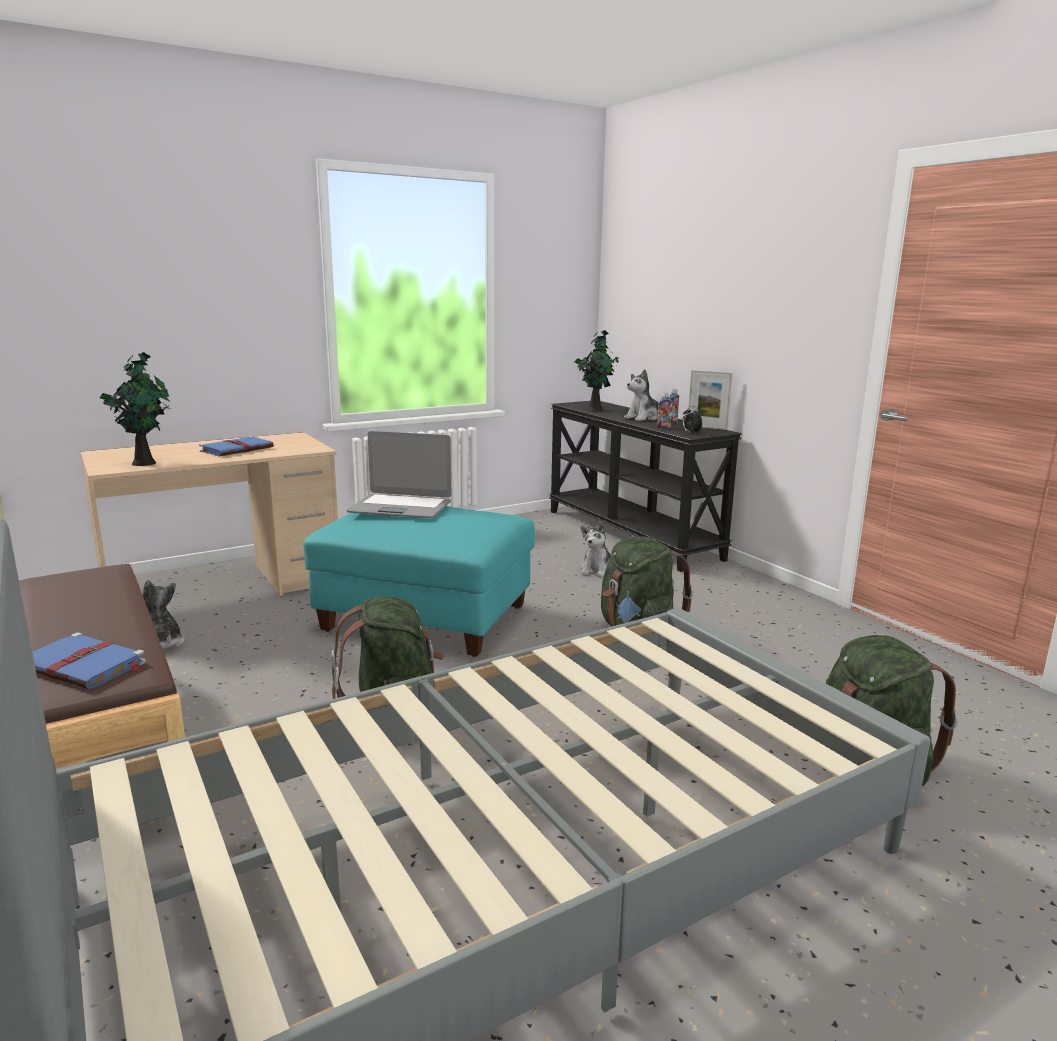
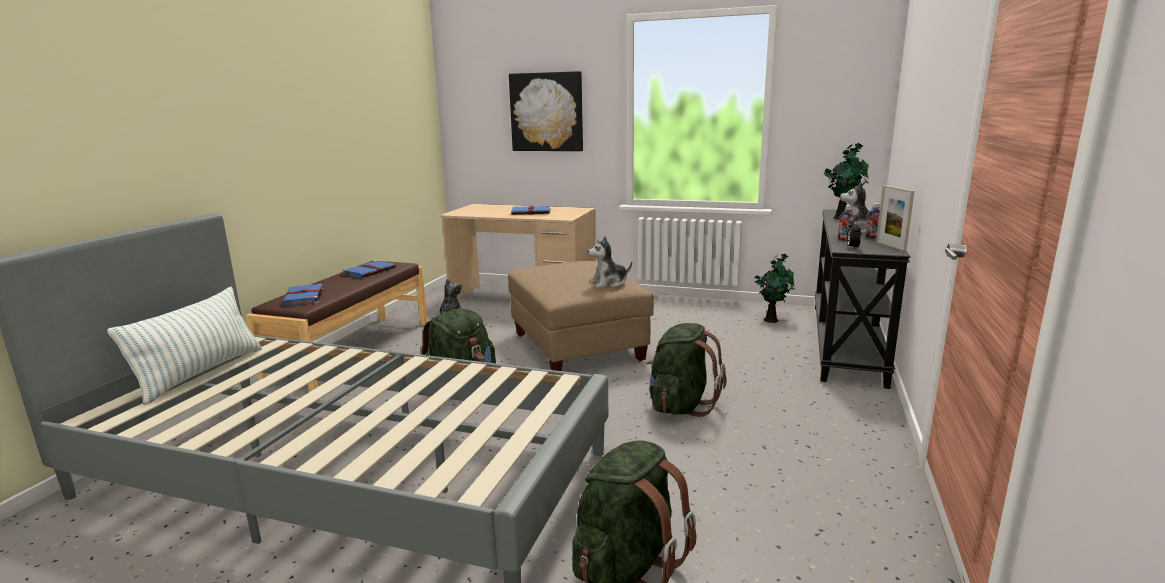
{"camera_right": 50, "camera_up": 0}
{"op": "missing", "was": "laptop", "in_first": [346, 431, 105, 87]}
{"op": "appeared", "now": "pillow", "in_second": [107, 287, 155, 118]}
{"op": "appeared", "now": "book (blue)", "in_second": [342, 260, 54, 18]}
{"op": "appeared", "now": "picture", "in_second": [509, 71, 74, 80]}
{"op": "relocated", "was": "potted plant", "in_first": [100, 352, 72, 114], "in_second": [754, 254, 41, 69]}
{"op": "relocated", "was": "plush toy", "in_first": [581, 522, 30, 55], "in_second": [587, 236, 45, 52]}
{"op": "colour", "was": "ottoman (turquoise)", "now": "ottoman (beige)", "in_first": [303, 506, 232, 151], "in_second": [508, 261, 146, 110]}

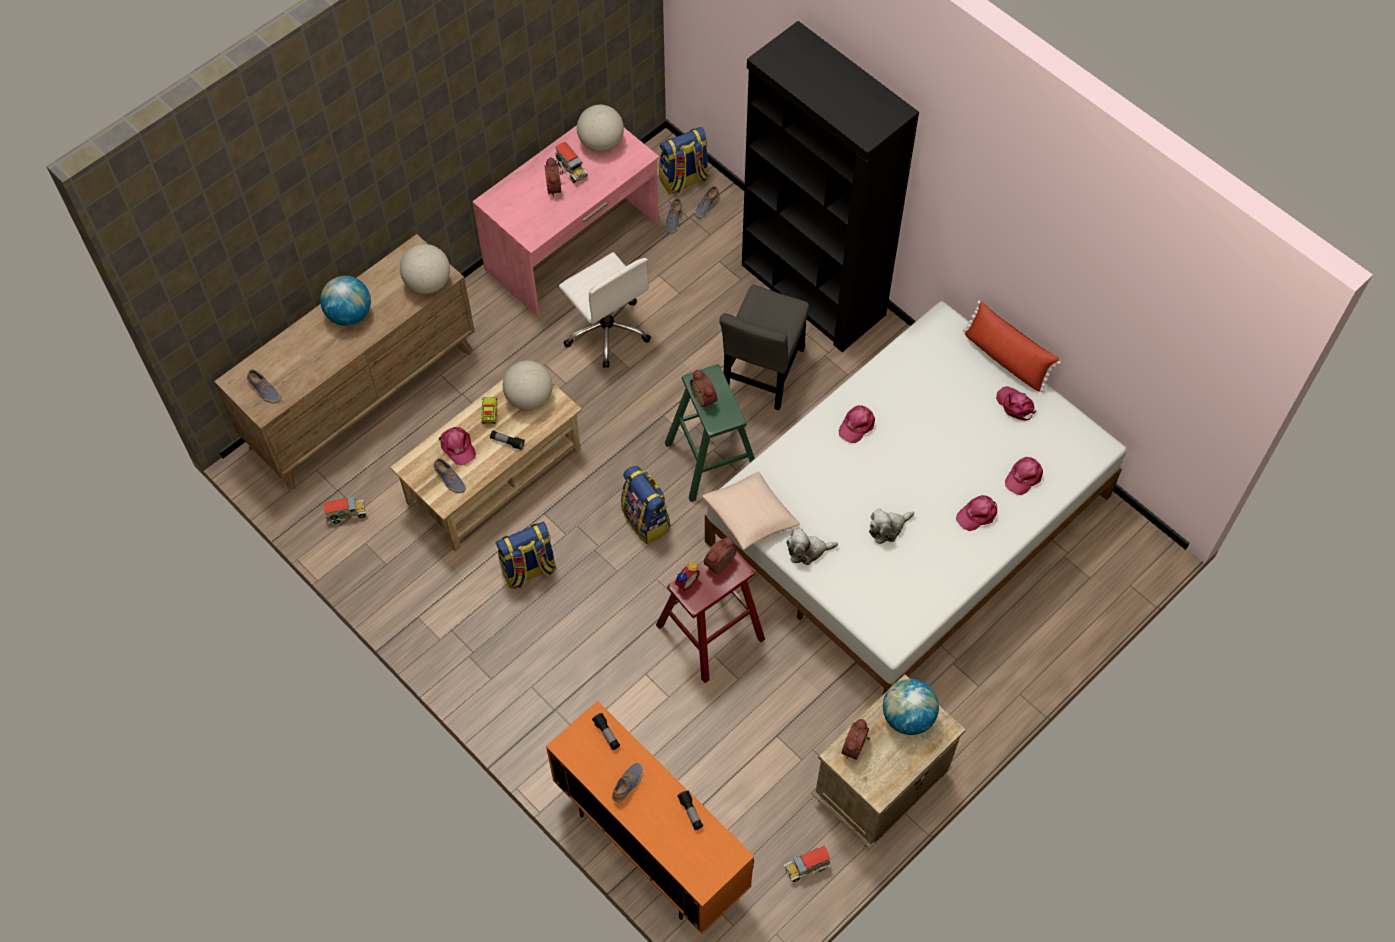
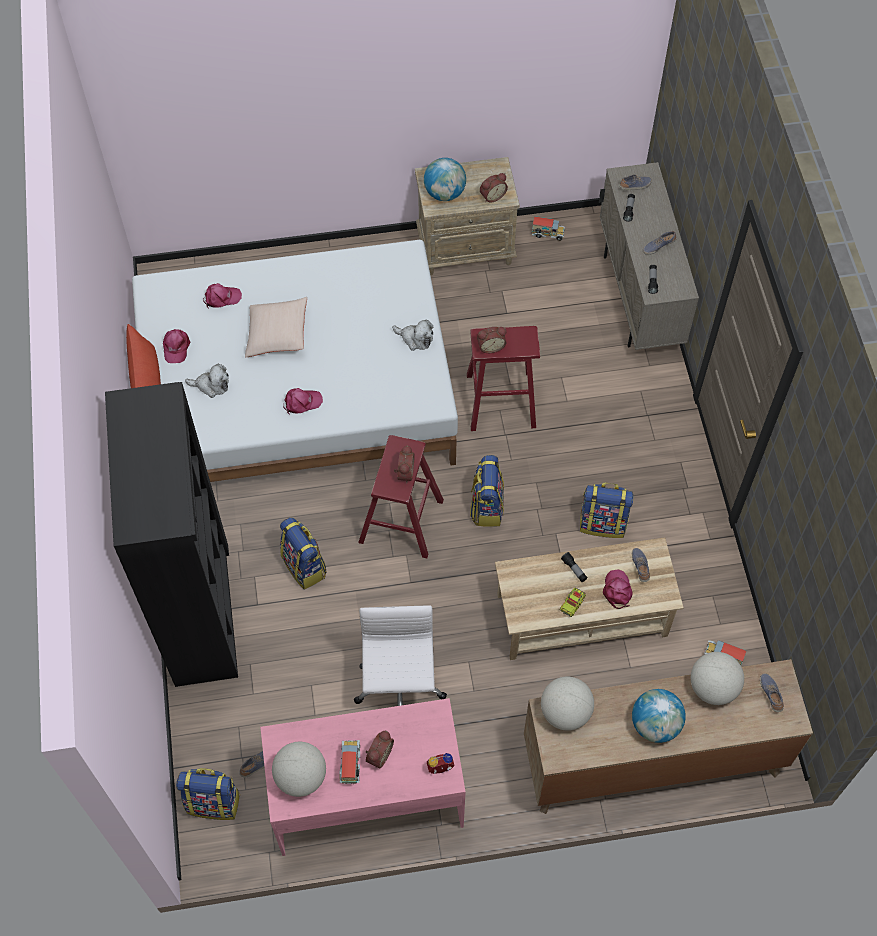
{"camera_right": -145, "camera_up": 0}
{"op": "missing", "was": "cap (pink)", "in_first": [956, 495, 41, 36]}
{"op": "relocated", "was": "globe", "in_first": [503, 360, 50, 50], "in_second": [691, 652, 53, 53]}
{"op": "relocated", "was": "alarm clock", "in_first": [674, 562, 26, 29], "in_second": [427, 753, 28, 21]}
{"op": "relocated", "was": "shoe", "in_first": [695, 186, 24, 33], "in_second": [619, 175, 33, 15]}
{"op": "relocated", "was": "pillow (beige)", "in_first": [702, 472, 98, 78], "in_second": [245, 297, 62, 60]}
{"op": "relocated", "was": "plush toy", "in_first": [869, 509, 45, 35], "in_second": [185, 364, 44, 34]}
{"op": "exchanged", "was": "chair (grey)", "now": "backpack", "in_first": [719, 285, 90, 125], "in_second": [280, 518, 46, 72]}
{"op": "colour", "was": "cabinet (orange)", "now": "cabinet (beige)", "in_first": [546, 701, 208, 233], "in_second": [599, 162, 100, 188]}
{"op": "colour", "was": "stool (green)", "now": "stool (red)", "in_first": [665, 364, 90, 138], "in_second": [358, 435, 86, 123]}

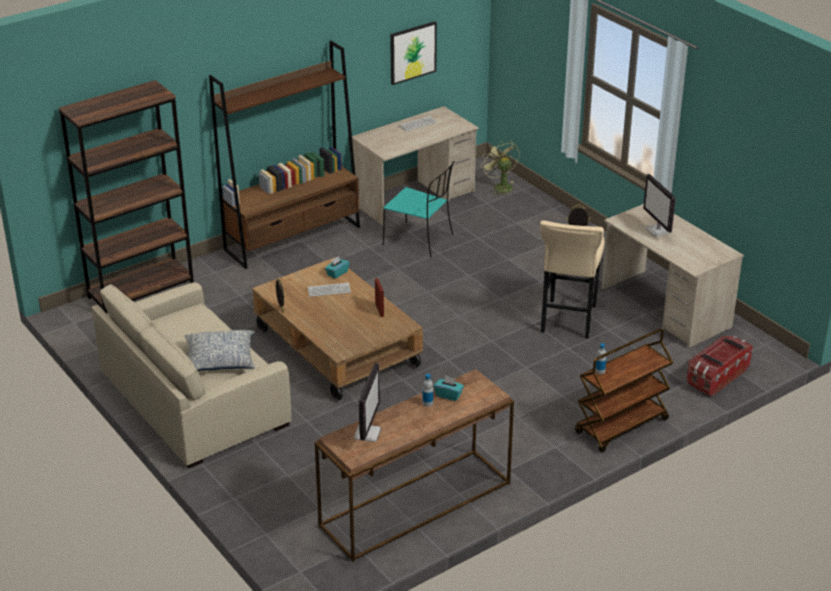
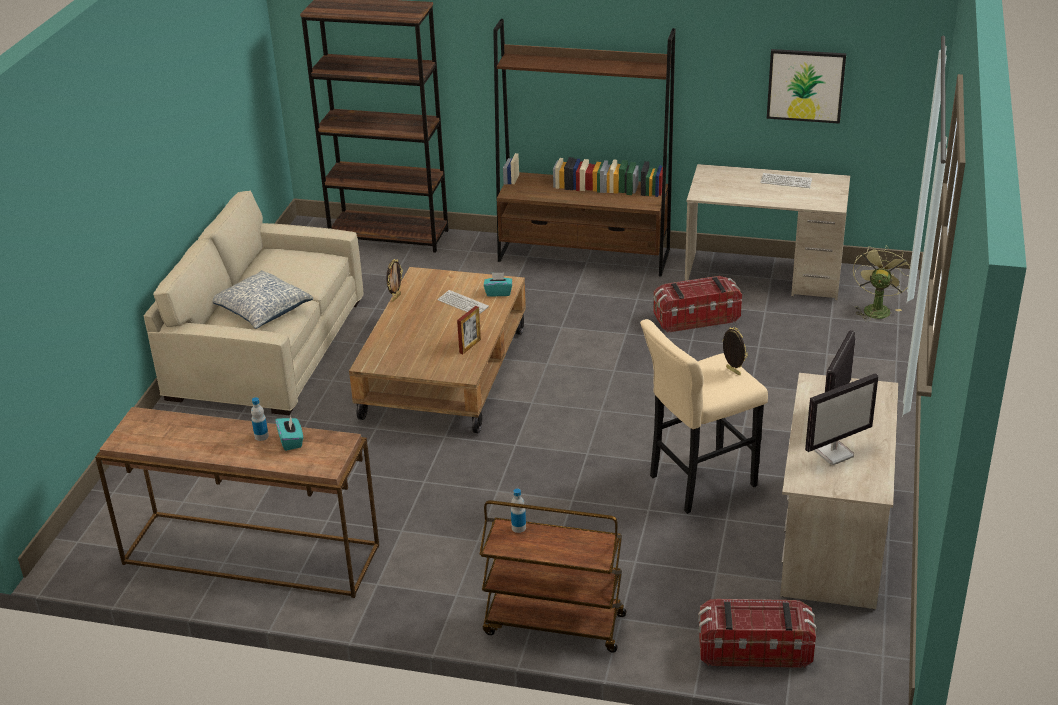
{"camera_right": 50, "camera_up": 0}
{"op": "relocated", "was": "monitor", "in_first": [354, 363, 27, 79], "in_second": [805, 373, 74, 92]}
{"op": "exchanged", "was": "chair (turquoise)", "now": "storage box", "in_first": [383, 161, 72, 96], "in_second": [653, 276, 89, 57]}

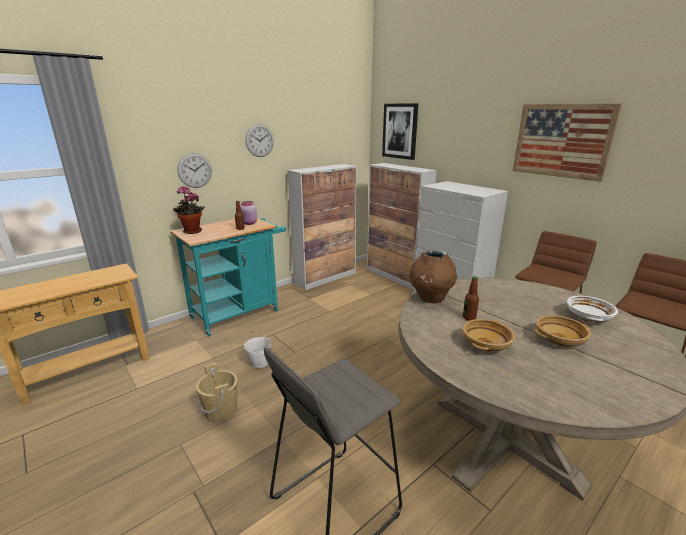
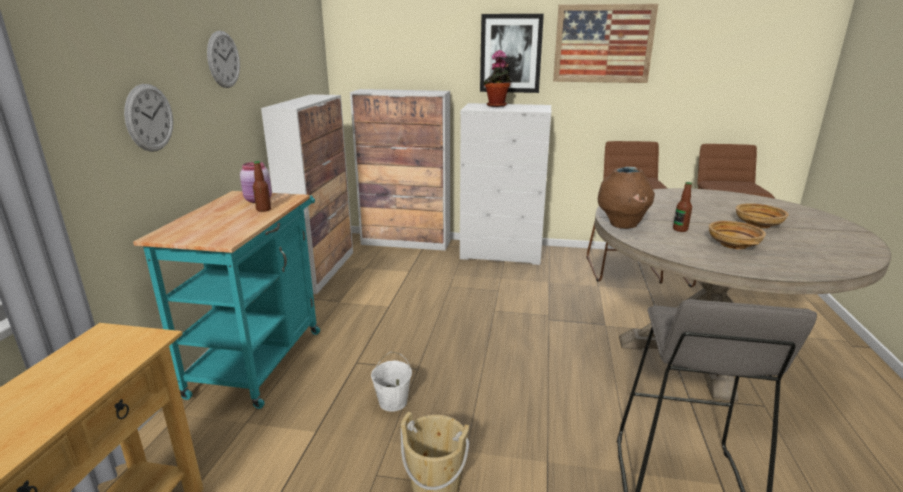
{"camera_right": -40, "camera_up": 0}
{"op": "missing", "was": "bowl (white)", "in_first": [567, 296, 51, 27]}
{"op": "relocated", "was": "potted plant", "in_first": [173, 186, 32, 48], "in_second": [483, 50, 30, 57]}
{"op": "relocated", "was": "picture", "in_first": [382, 103, 37, 57], "in_second": [480, 14, 64, 79]}

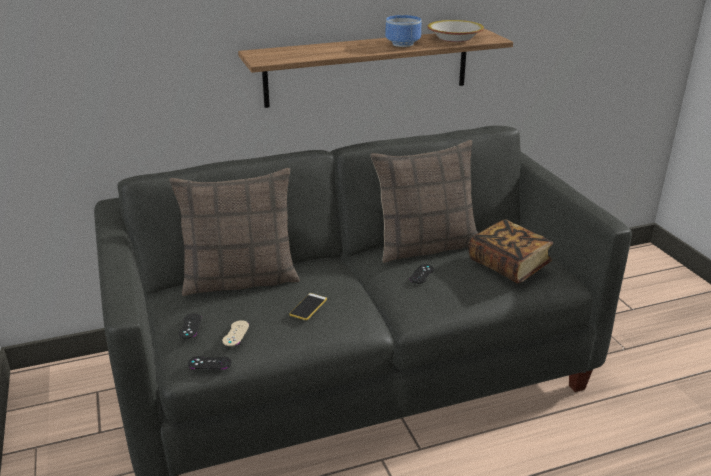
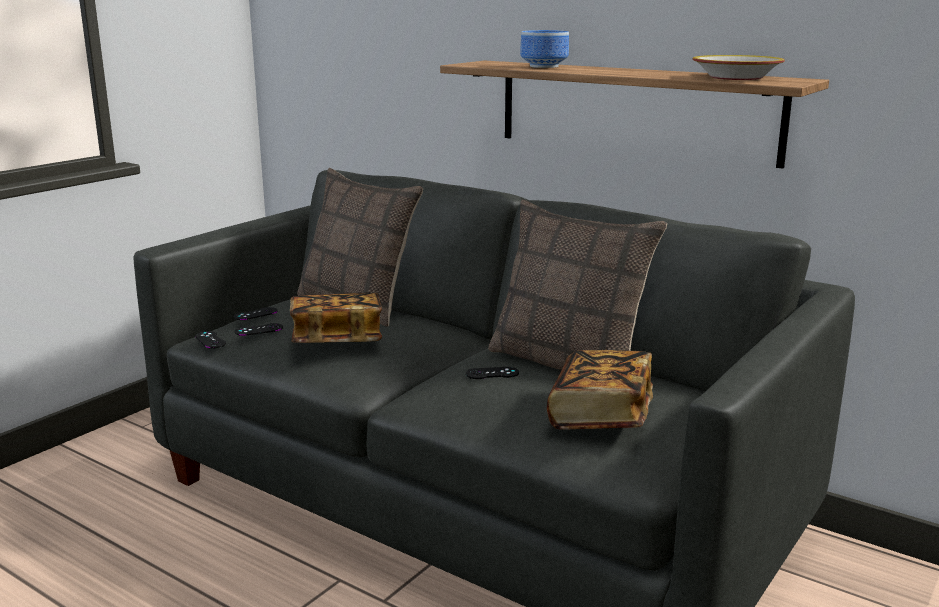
{"camera_right": 55, "camera_up": -10}
{"op": "relocated", "was": "bowl", "in_first": [385, 15, 36, 32], "in_second": [520, 30, 49, 38]}
{"op": "exchanged", "was": "phone", "now": "book", "in_first": [289, 293, 38, 27], "in_second": [290, 292, 92, 51]}
{"op": "colour", "was": "game controller (beige)", "now": "game controller (black)", "in_first": [222, 320, 27, 26], "in_second": [235, 323, 48, 13]}

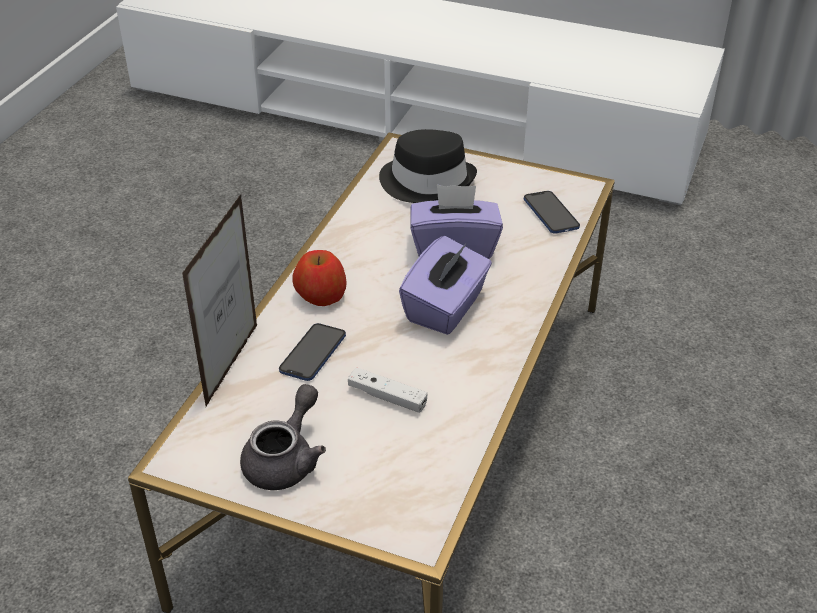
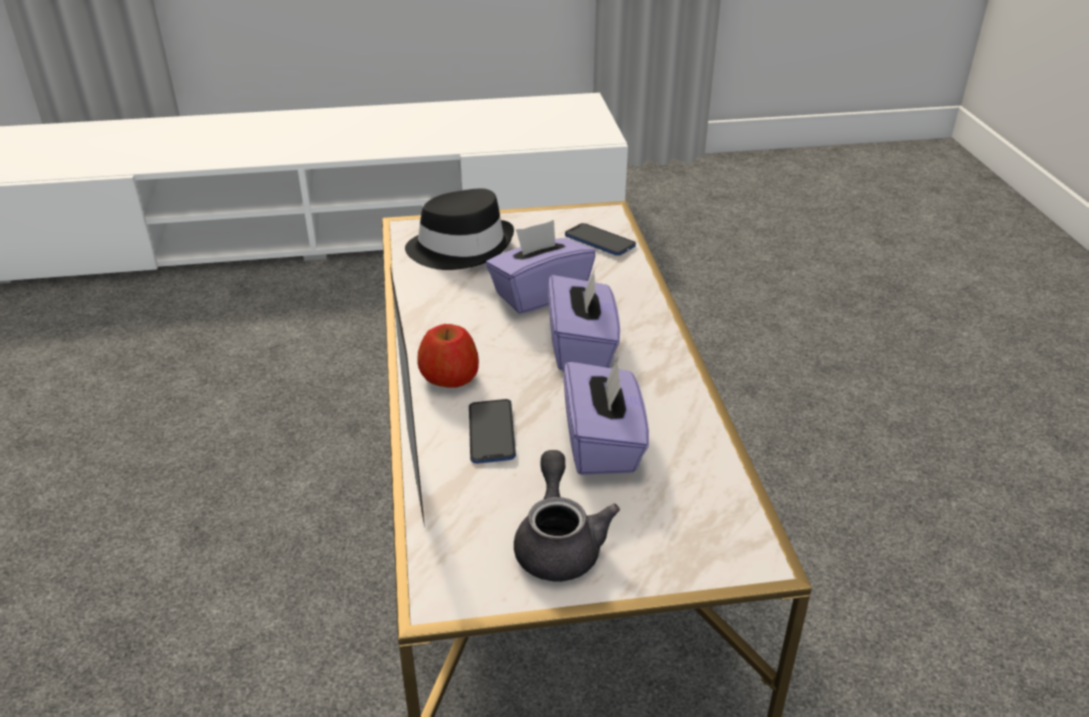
{"camera_right": -30, "camera_up": -5}
{"op": "exchanged", "was": "game controller (white)", "now": "tissue box (purple)", "in_first": [348, 367, 80, 46], "in_second": [563, 358, 86, 117]}

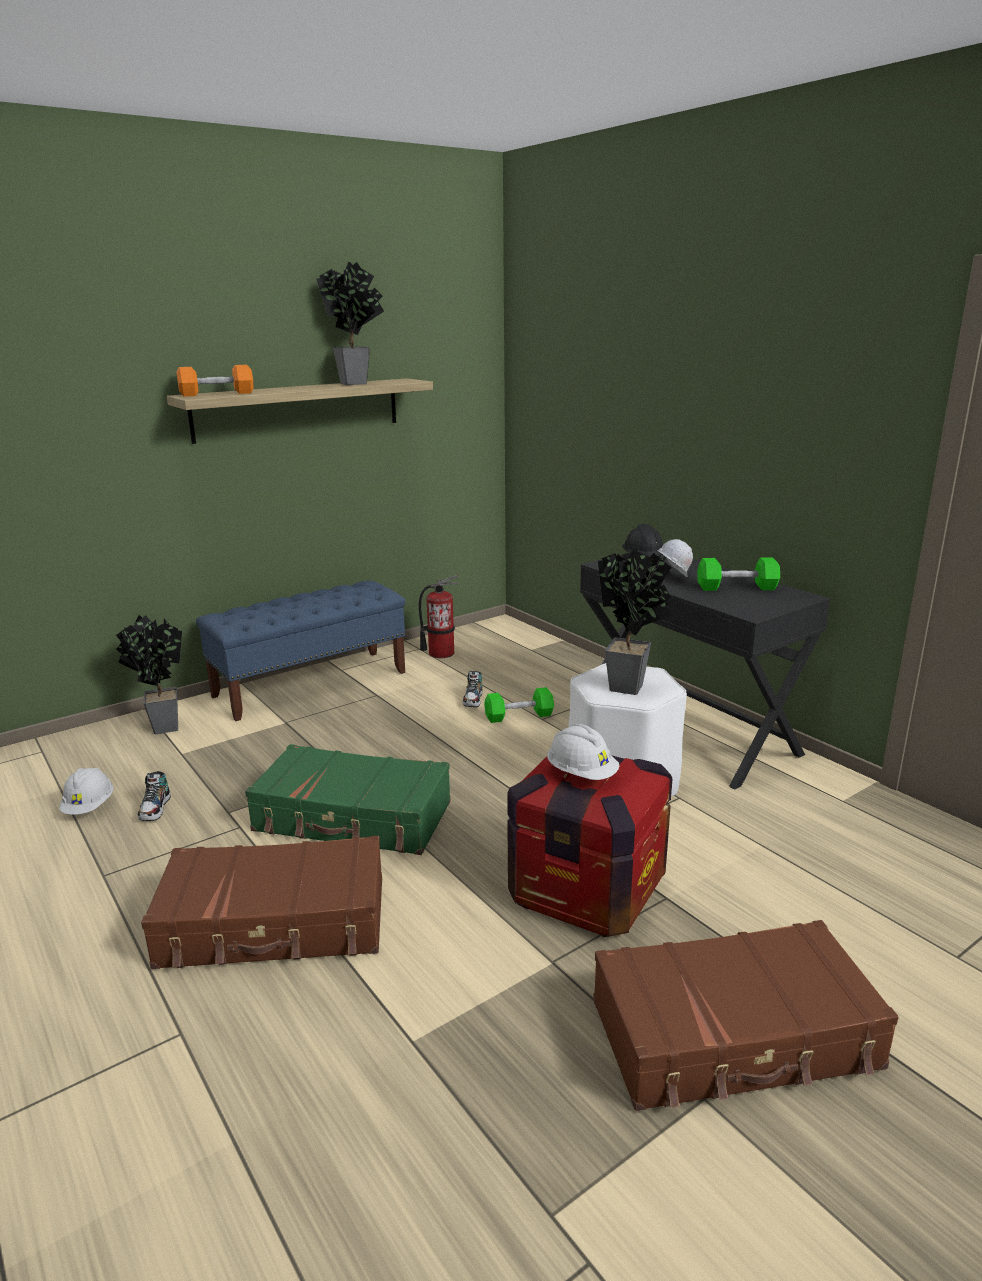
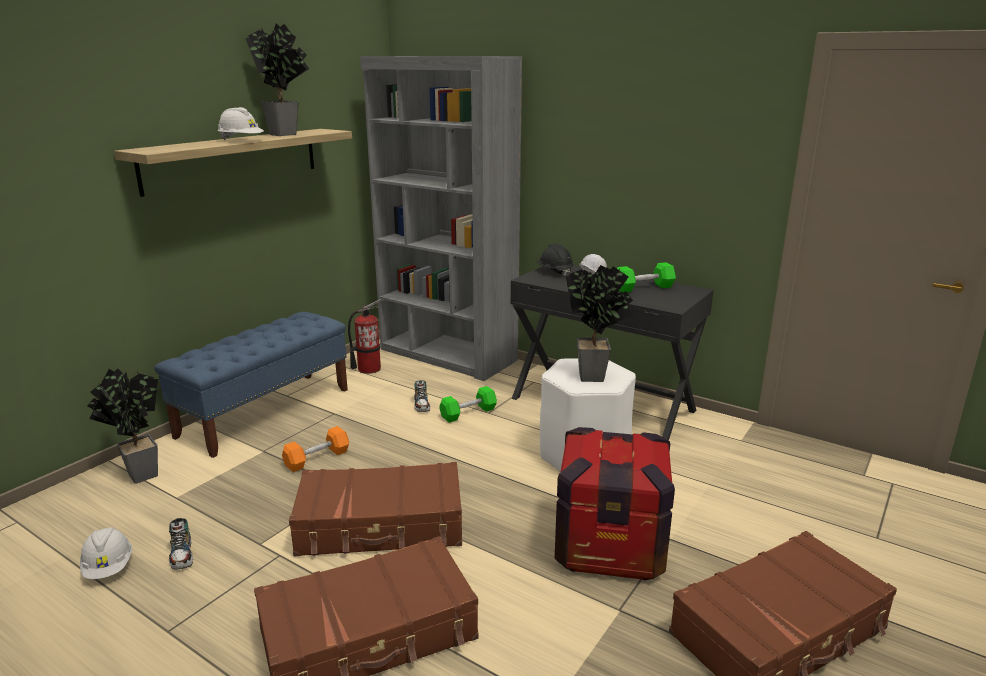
{"camera_right": -20, "camera_up": 0}
{"op": "appeared", "now": "bookcase (grey)", "in_second": [360, 56, 162, 325]}
{"op": "relocated", "was": "dumbbell (orange)", "in_first": [176, 365, 78, 32], "in_second": [282, 426, 67, 46]}
{"op": "relocated", "was": "hard hat (white)", "in_first": [547, 724, 72, 56], "in_second": [217, 107, 47, 33]}
{"op": "colour", "was": "suitcase (green)", "now": "suitcase (brown)", "in_first": [245, 744, 206, 111], "in_second": [289, 462, 173, 94]}

